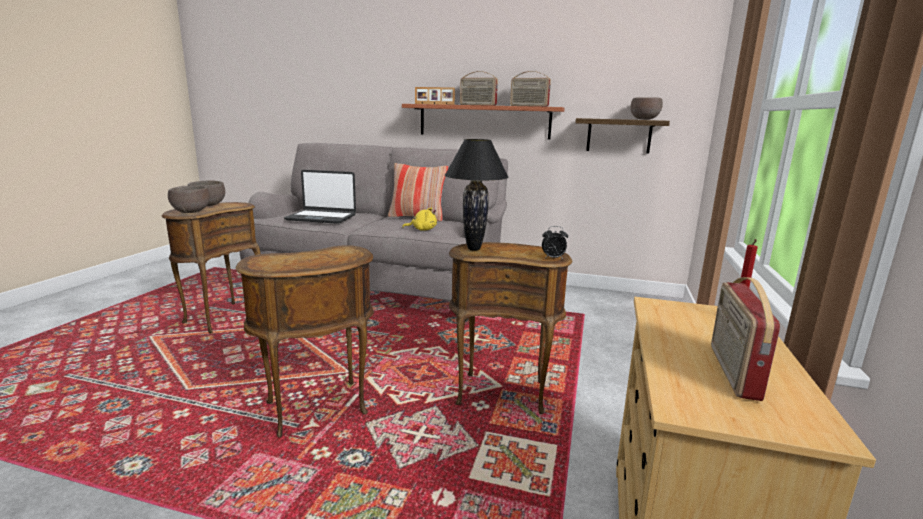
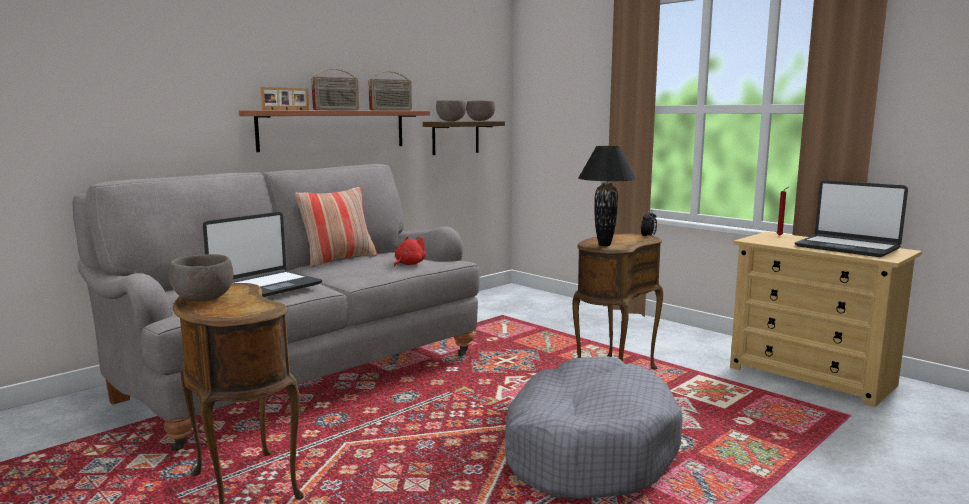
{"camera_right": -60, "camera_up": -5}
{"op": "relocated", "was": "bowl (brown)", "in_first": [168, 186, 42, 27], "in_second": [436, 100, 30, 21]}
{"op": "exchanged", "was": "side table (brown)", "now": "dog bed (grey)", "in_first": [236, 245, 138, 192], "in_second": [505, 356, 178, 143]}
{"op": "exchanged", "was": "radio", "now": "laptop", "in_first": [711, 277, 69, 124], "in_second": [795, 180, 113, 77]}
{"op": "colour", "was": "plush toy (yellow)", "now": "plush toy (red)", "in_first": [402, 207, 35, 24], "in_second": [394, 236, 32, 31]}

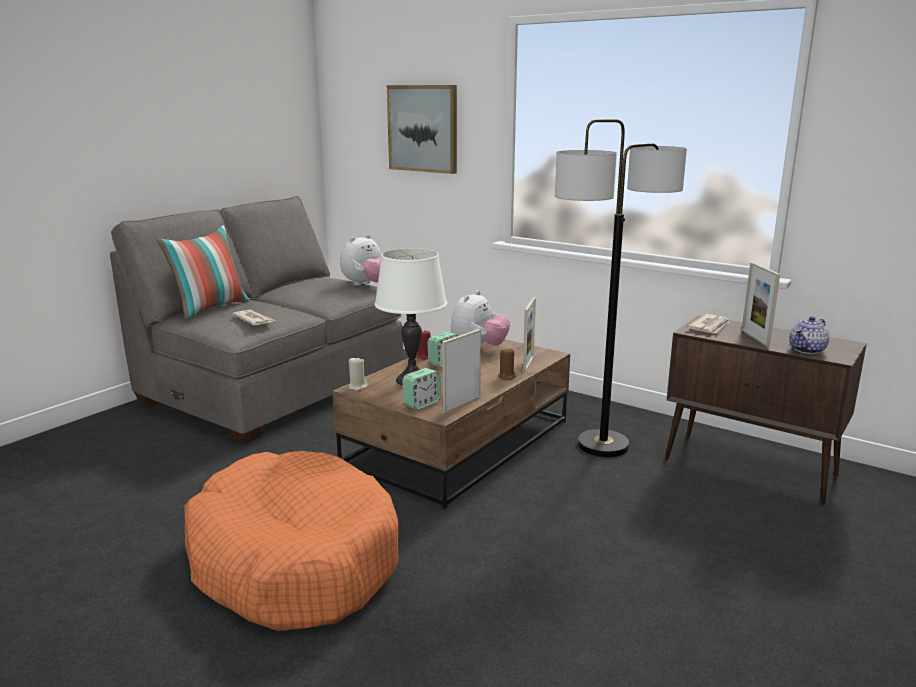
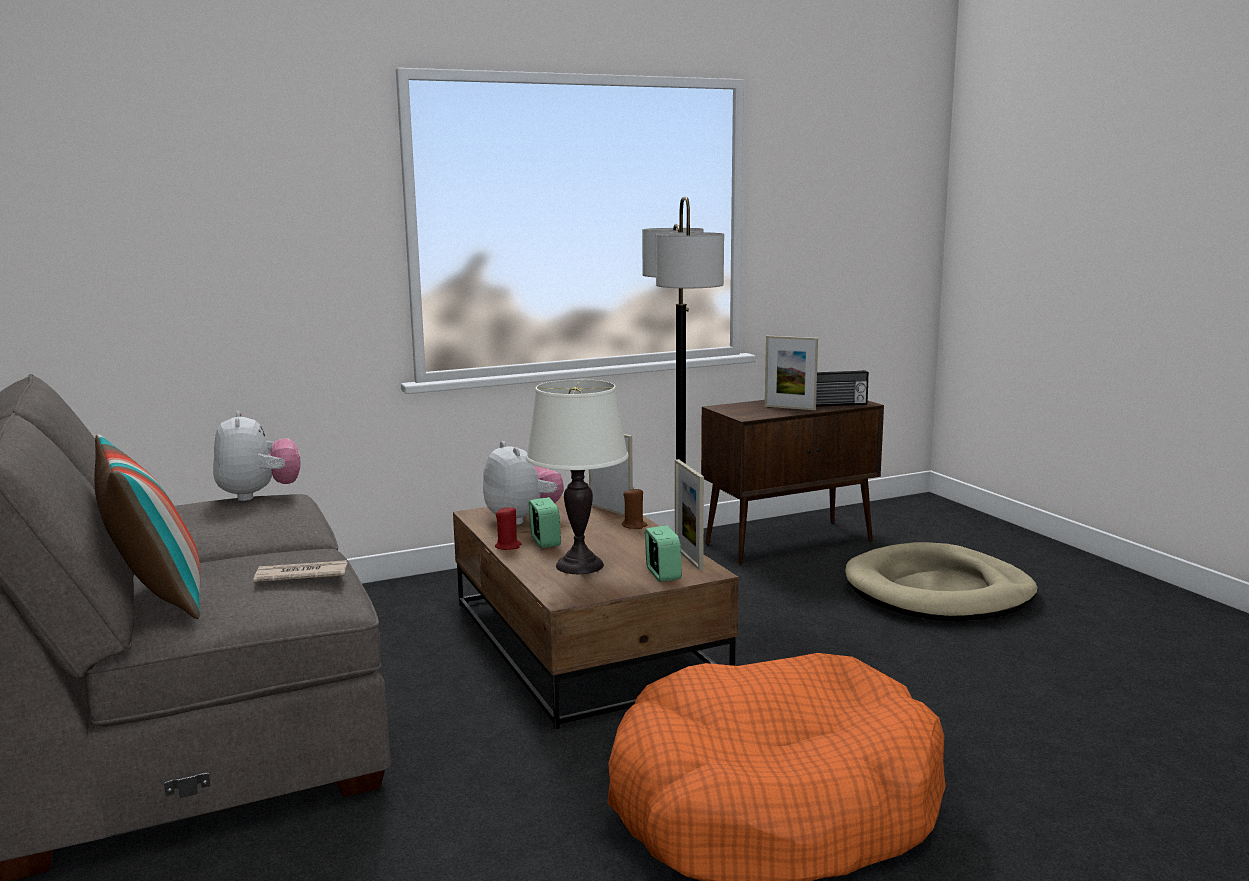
{"camera_right": -60, "camera_up": -5}
{"op": "missing", "was": "candle (beige)", "in_first": [349, 357, 19, 34]}
{"op": "missing", "was": "picture", "in_first": [387, 85, 70, 89]}
{"op": "missing", "was": "newspaper", "in_first": [687, 314, 42, 19]}
{"op": "appeared", "now": "dog bed (beige)", "in_second": [845, 542, 192, 79]}
{"op": "exchanged", "was": "teapot", "now": "radio", "in_first": [789, 316, 41, 38], "in_second": [816, 370, 53, 37]}

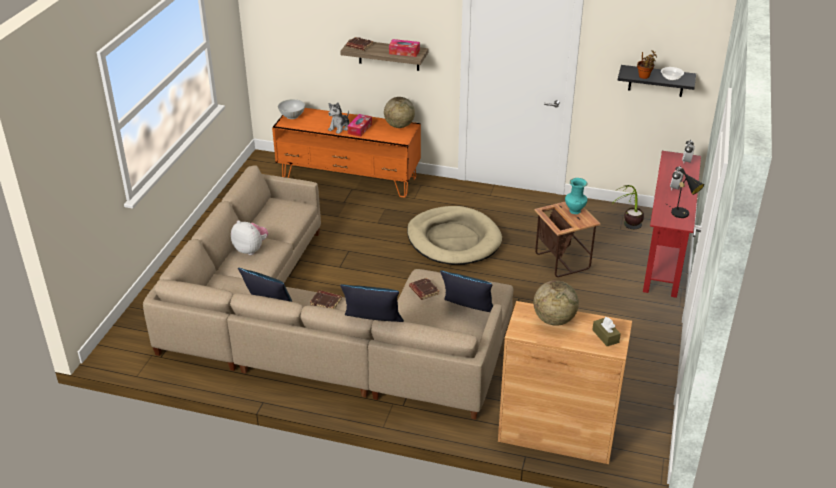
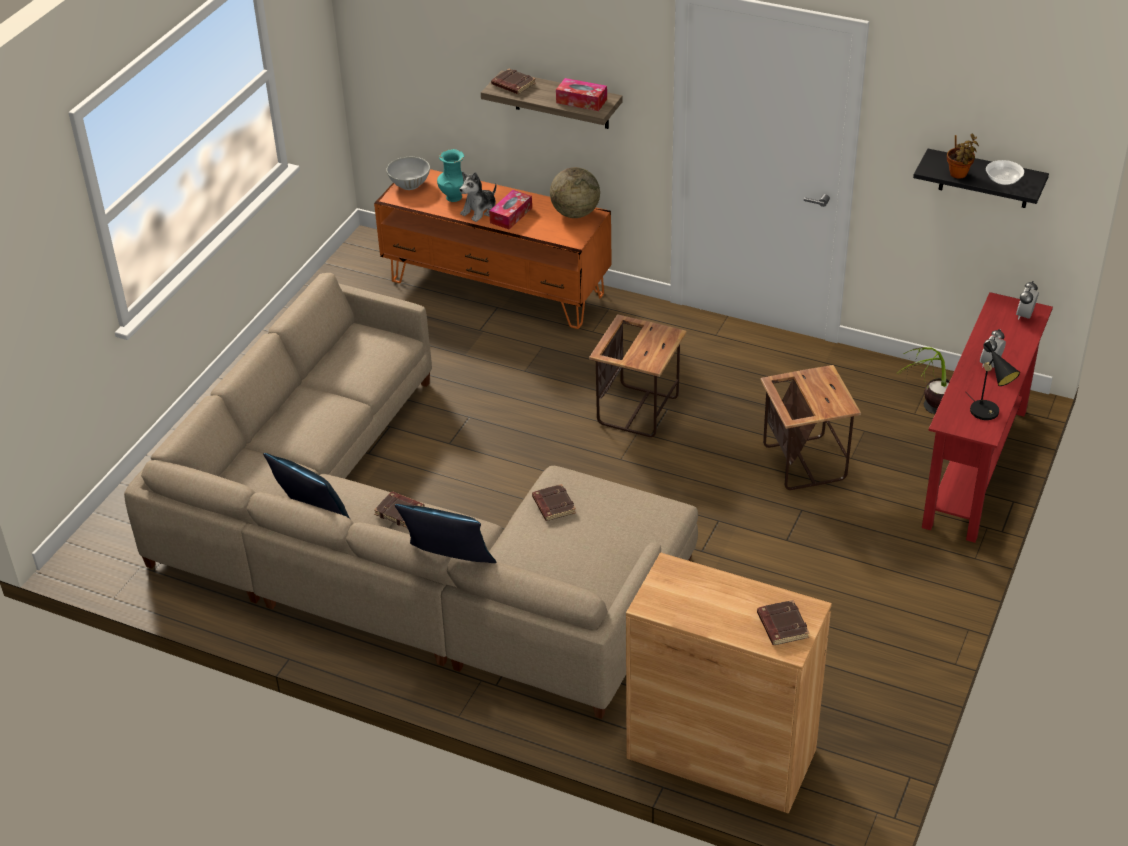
{"camera_right": 10, "camera_up": 5}
{"op": "missing", "was": "plush toy", "in_first": [231, 220, 37, 35]}
{"op": "missing", "was": "pillow (blue)", "in_first": [440, 270, 53, 42]}
{"op": "missing", "was": "globe", "in_first": [533, 280, 46, 46]}
{"op": "relocated", "was": "vase (turquoise)", "in_first": [565, 178, 22, 36], "in_second": [437, 149, 27, 53]}
{"op": "exchanged", "was": "dog bed (beige)", "now": "side table", "in_first": [407, 206, 95, 59], "in_second": [589, 314, 98, 123]}
{"op": "exchanged", "was": "tissue box (brown)", "now": "book (brown)", "in_first": [592, 317, 29, 29], "in_second": [757, 600, 53, 45]}

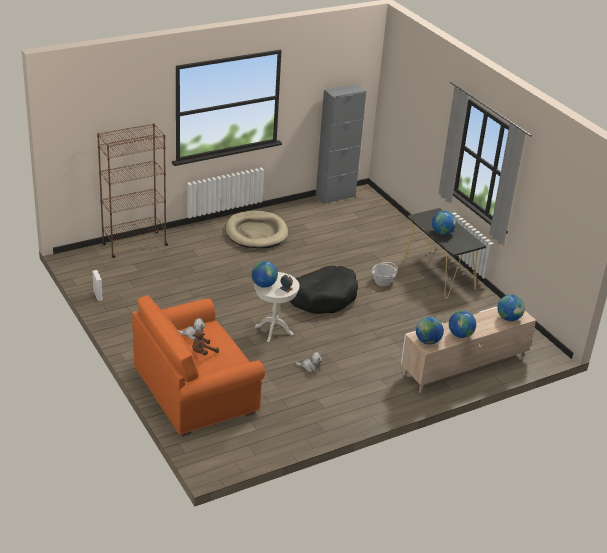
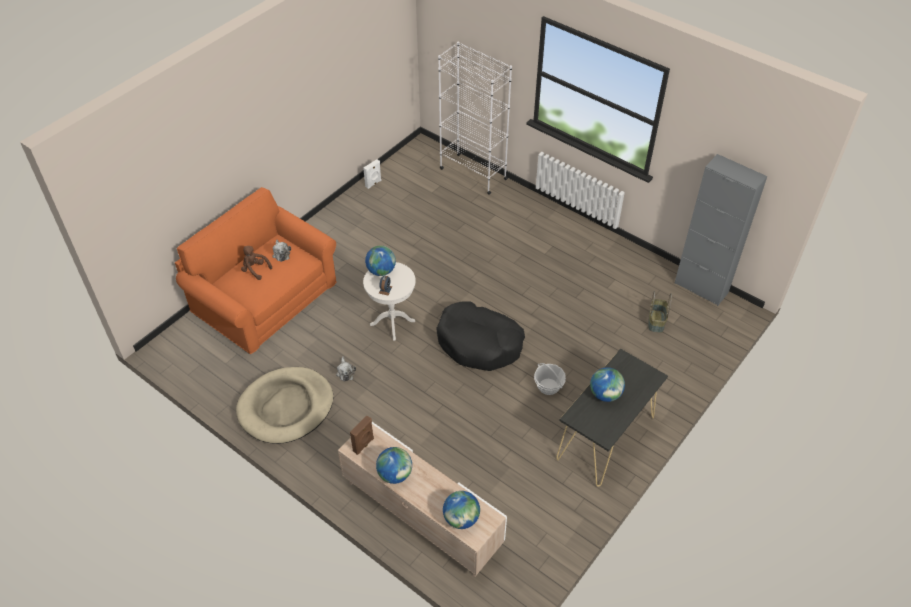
{"camera_right": 70, "camera_up": 15}
{"op": "appeared", "now": "basket", "in_second": [648, 291, 24, 42]}
{"op": "relocated", "was": "dog bed (beige)", "in_first": [225, 211, 63, 37], "in_second": [236, 367, 97, 77]}
{"op": "exchanged", "was": "globe", "now": "speaker (brown)", "in_first": [416, 317, 28, 28], "in_second": [350, 416, 24, 39]}
{"op": "colour", "was": "bookcase (brown)", "now": "bookcase (white)", "in_first": [97, 123, 71, 135], "in_second": [438, 42, 74, 153]}

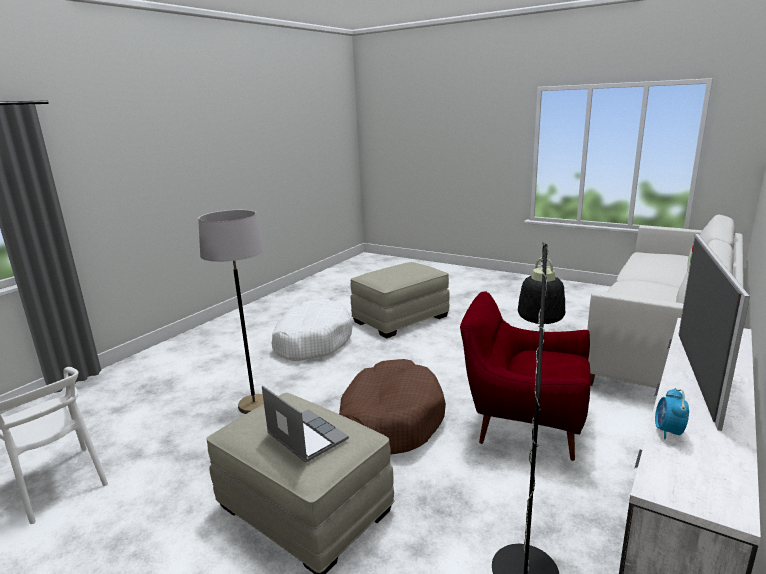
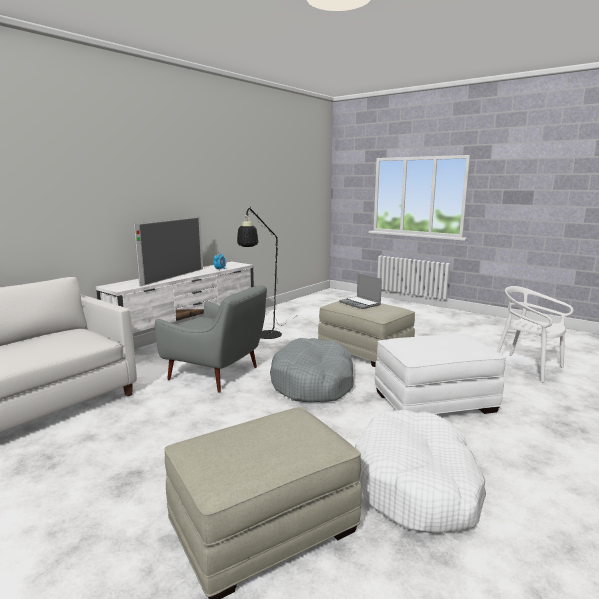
{"camera_right": -175, "camera_up": -5}
{"op": "exchanged", "was": "floor lamp (grey)", "now": "ottoman (white)", "in_first": [198, 210, 67, 204], "in_second": [374, 334, 132, 80]}
{"op": "colour", "was": "dog bed (brown)", "now": "dog bed (grey)", "in_first": [339, 359, 107, 95], "in_second": [270, 338, 84, 64]}
{"op": "colour", "was": "armchair (red)", "now": "armchair (grey)", "in_first": [460, 291, 130, 170], "in_second": [155, 285, 112, 108]}

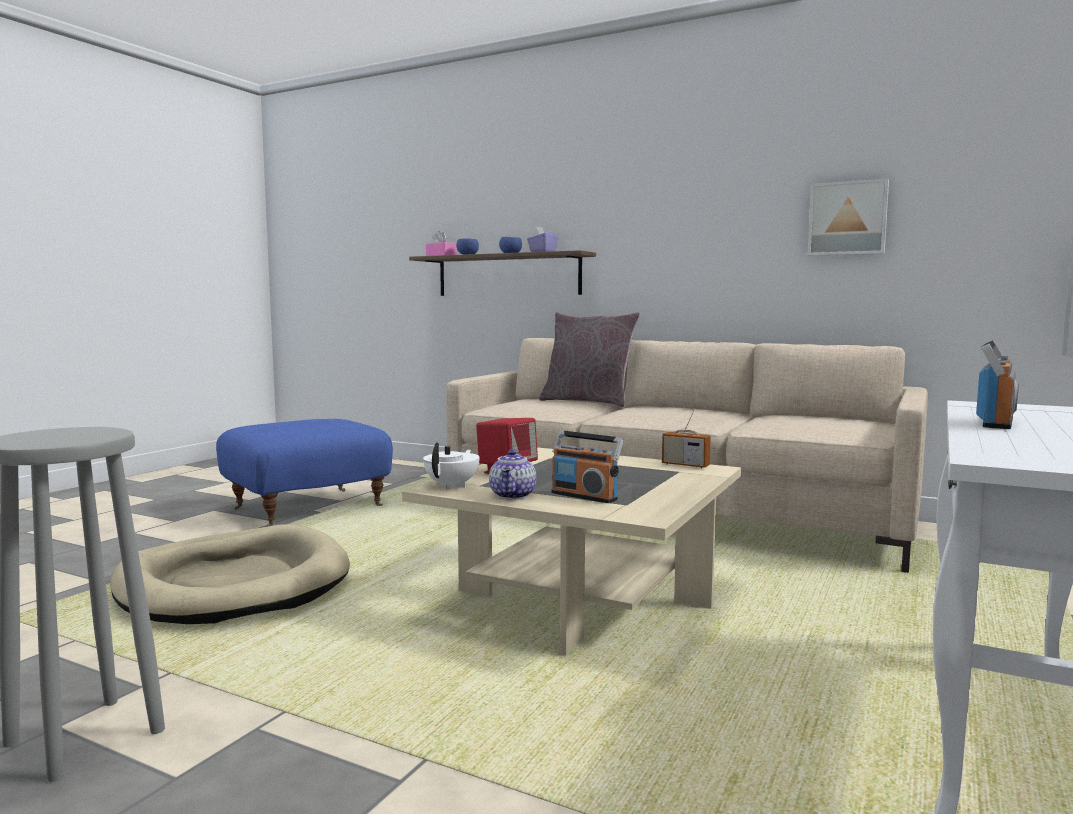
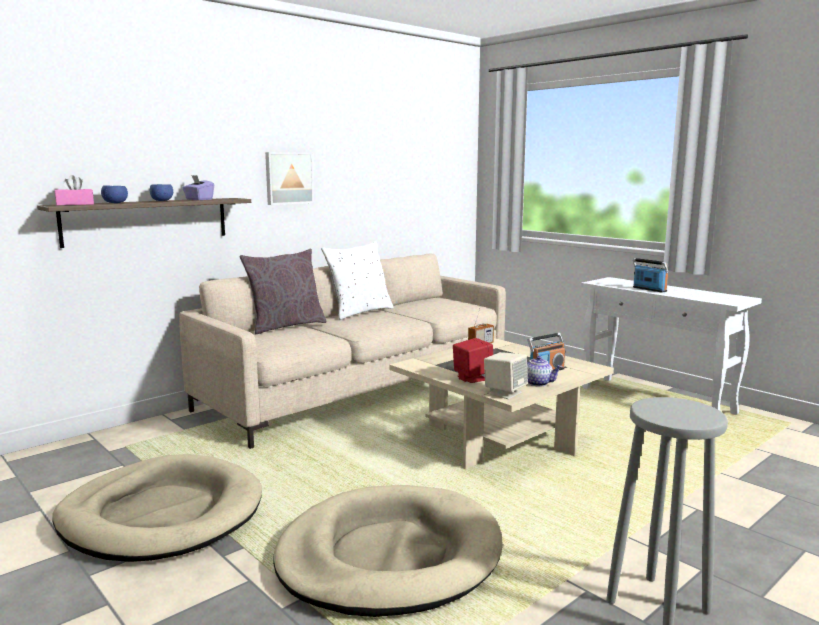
{"camera_right": -70, "camera_up": 5}
{"op": "appeared", "now": "pillow (white)", "in_second": [321, 241, 72, 79]}
{"op": "relocated", "was": "picture", "in_first": [808, 179, 81, 77], "in_second": [265, 152, 49, 53]}
{"op": "exchanged", "was": "ottoman (blue)", "now": "dog bed (beige)", "in_first": [216, 419, 177, 108], "in_second": [52, 454, 210, 108]}
{"op": "exchanged", "was": "teapot (white)", "now": "speaker (beige)", "in_first": [423, 443, 57, 46], "in_second": [484, 352, 44, 47]}

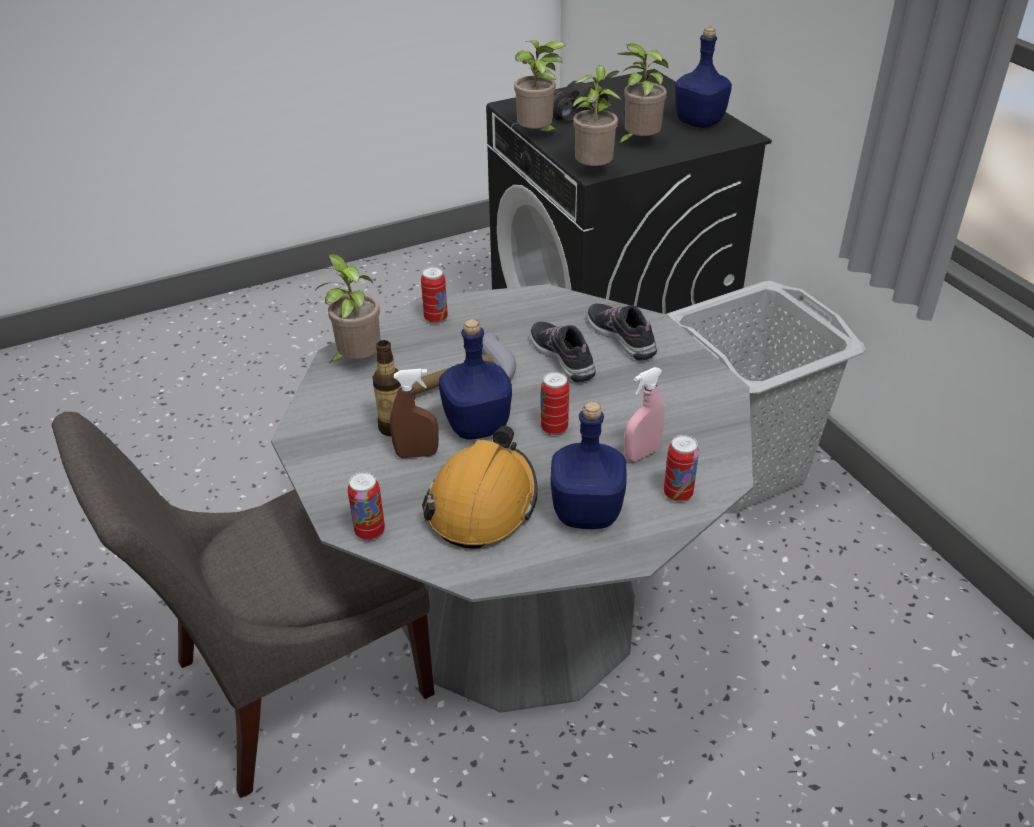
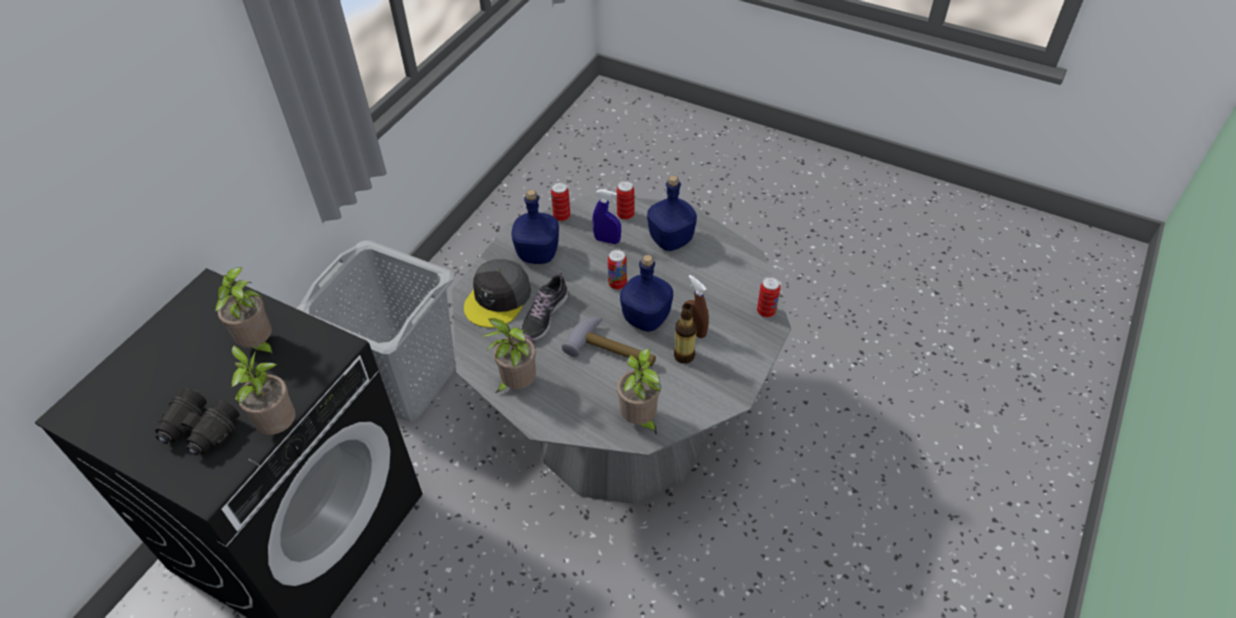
{"camera_right": -125, "camera_up": 10}
{"op": "missing", "was": "chair (grey)", "in_first": [51, 412, 383, 386]}
{"op": "missing", "was": "hard hat (orange)", "in_first": [422, 426, 116, 123]}
{"op": "relocated", "was": "can", "in_first": [421, 267, 27, 57], "in_second": [551, 182, 19, 39]}
{"op": "relocated", "was": "potted plant", "in_first": [572, 65, 49, 101], "in_second": [480, 318, 56, 75]}
{"op": "relocated", "was": "bottle (blue)", "in_first": [675, 28, 57, 100], "in_second": [512, 190, 47, 74]}
{"op": "exchanged", "was": "shoe", "now": "cap (grey)", "in_first": [587, 303, 70, 57], "in_second": [464, 259, 67, 69]}
{"op": "colour", "was": "spray bottle (pink)", "now": "spray bottle (blue)", "in_first": [624, 367, 40, 95], "in_second": [592, 189, 29, 55]}

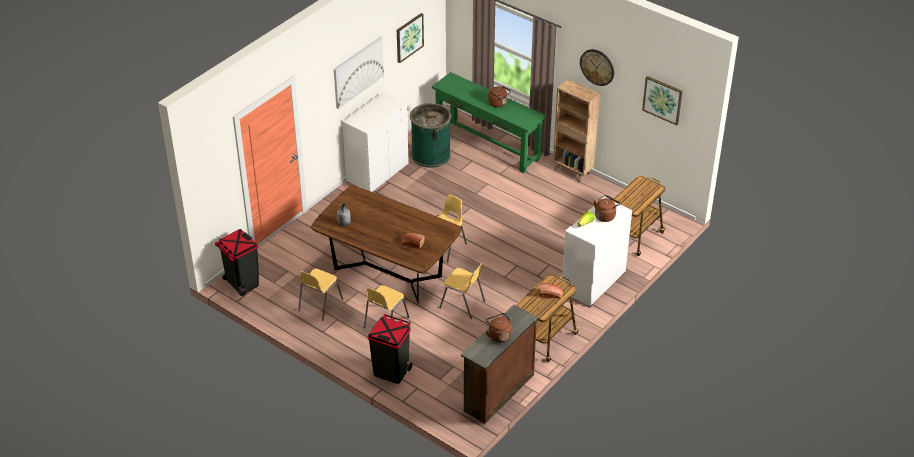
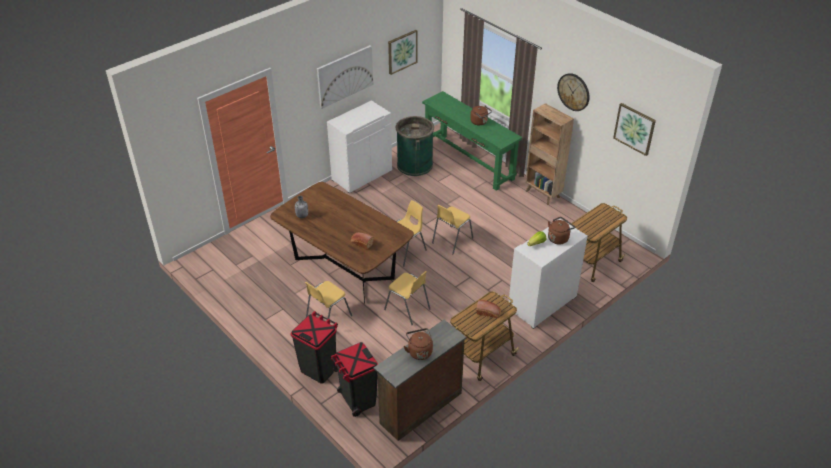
{"camera_right": 10, "camera_up": 0}
{"op": "relocated", "was": "trash can (black)", "in_first": [215, 229, 44, 67], "in_second": [330, 342, 48, 75]}
{"op": "relocated", "was": "chair (yellow)", "in_first": [298, 269, 45, 52], "in_second": [432, 205, 41, 50]}

